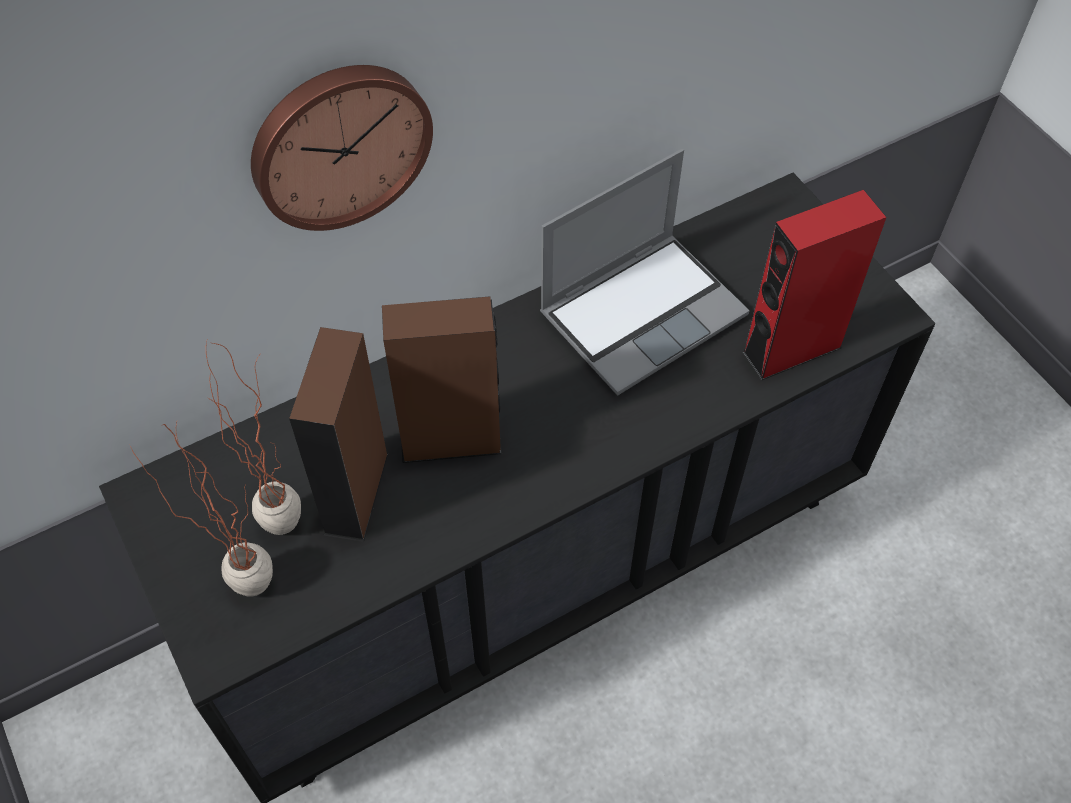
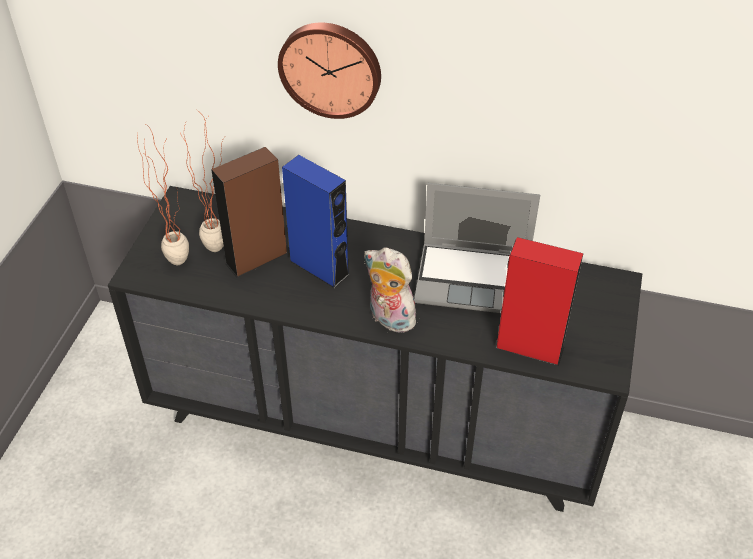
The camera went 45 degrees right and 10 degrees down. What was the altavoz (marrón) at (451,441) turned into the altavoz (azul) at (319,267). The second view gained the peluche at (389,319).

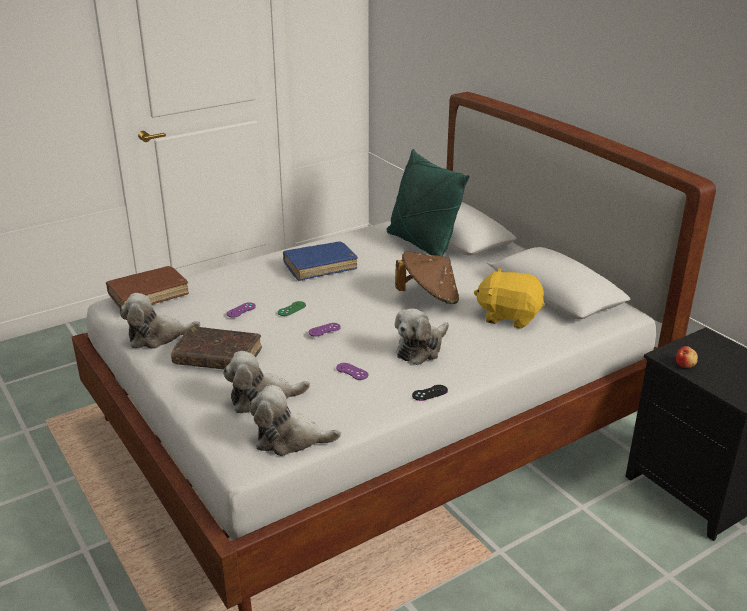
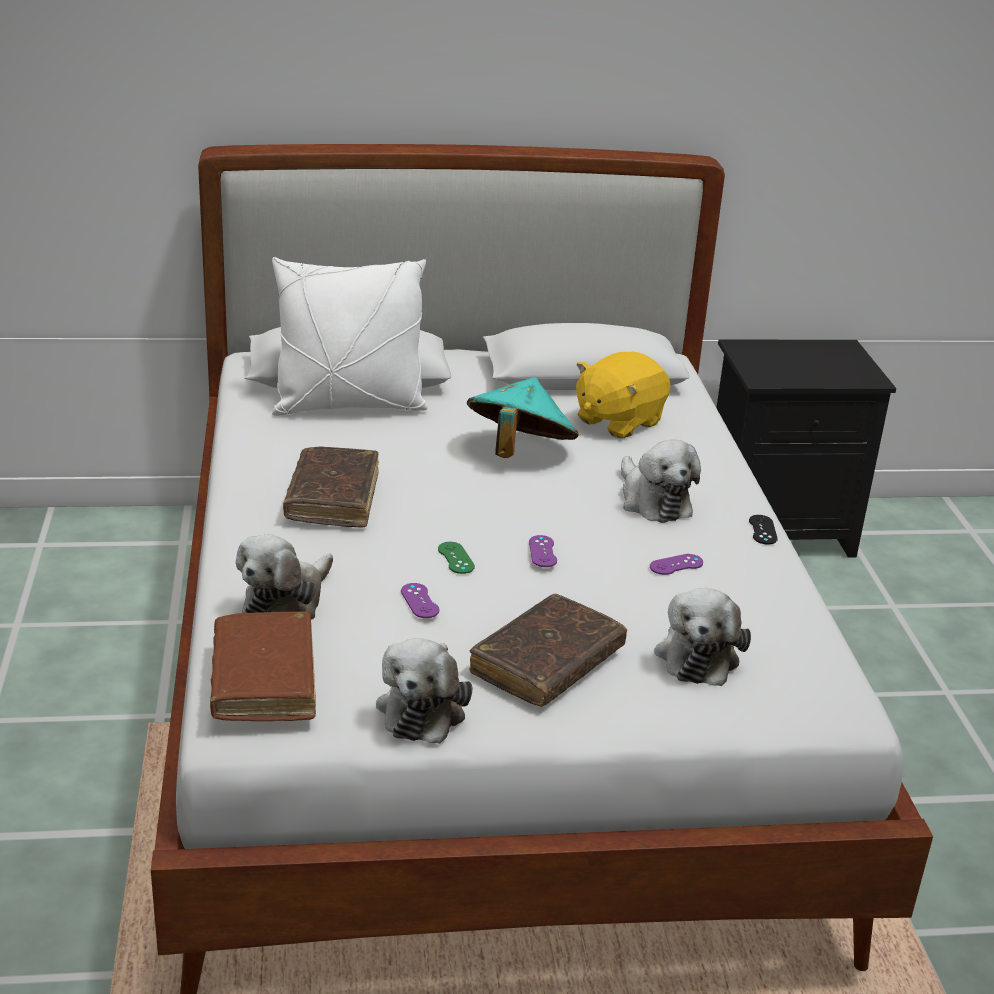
The camera went 65 degrees left and 0 degrees up. The peluche ended up elsewhere, having gone from (290,439) to (285,603). What was the libro (azul) at (320,267) turned into the libro (marrón) at (333,498). What was the cojín (verde) at (422,245) turned into the cojín (blanco) at (349,405). What was the sombrero (marrón) at (429,298) turned into the sombrero (turquesa) at (518,452). The second view lost the manzana at (685,365).

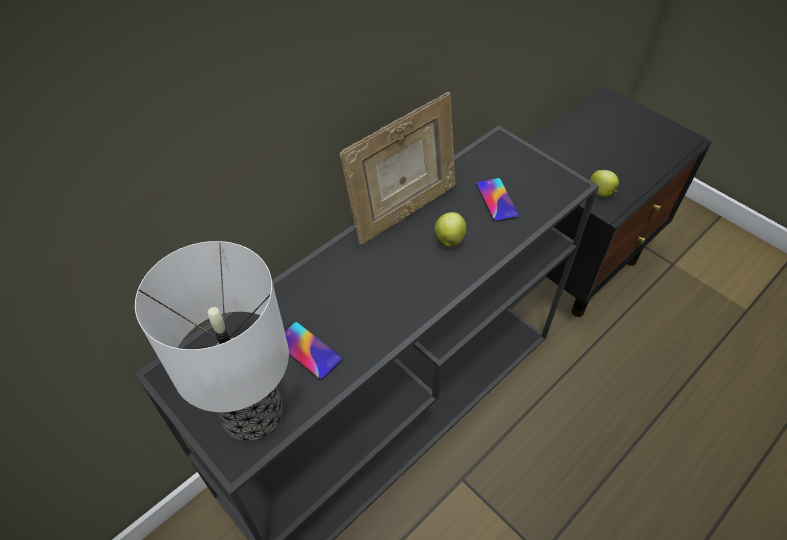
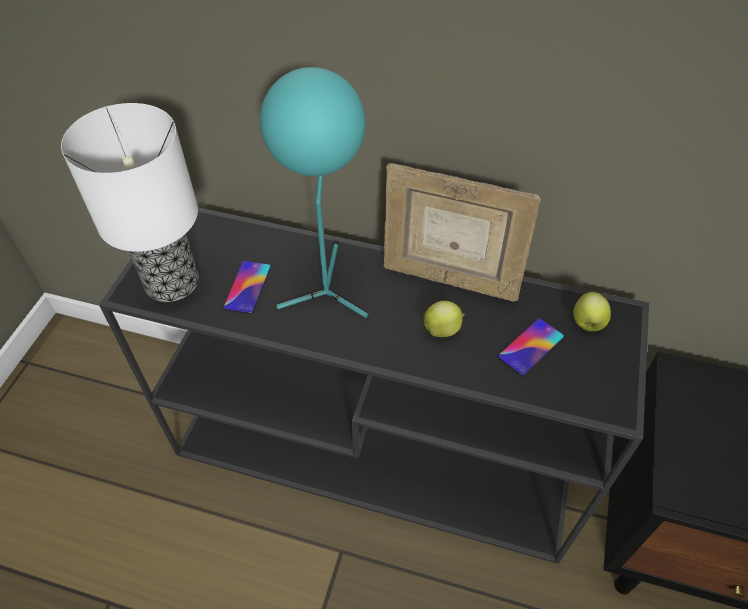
The camera went 60 degrees right and 0 degrees up. The manzana ended up elsewhere, having gone from (601,193) to (587,324). The second view gained the lámpara de mesa (turquesa) at (327,286).

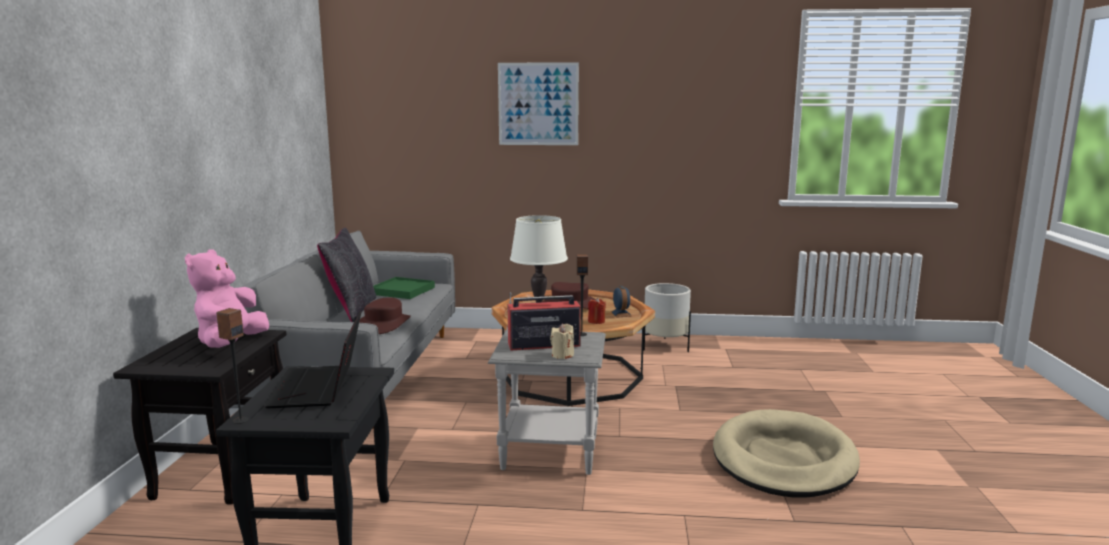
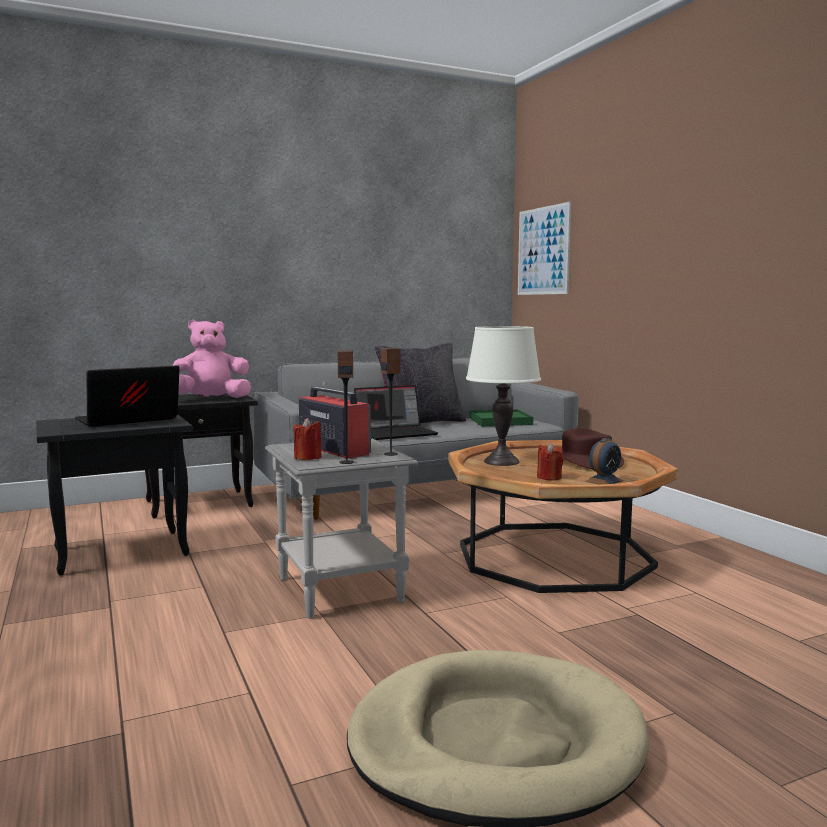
The camera went 60 degrees right and 5 degrees down. The altavoz ended up elsewhere, having gone from (240,420) to (346,462). Where the sombrero (marrón) stood at (384,324), the portátil came to stand at (396,433). The cuadro ended up elsewhere, having gone from (538,104) to (543,251). What was the vela (beis) at (562,355) turned into the vela (rojo) at (307,458). The second view lost the maceta (blanco) at (665,346).

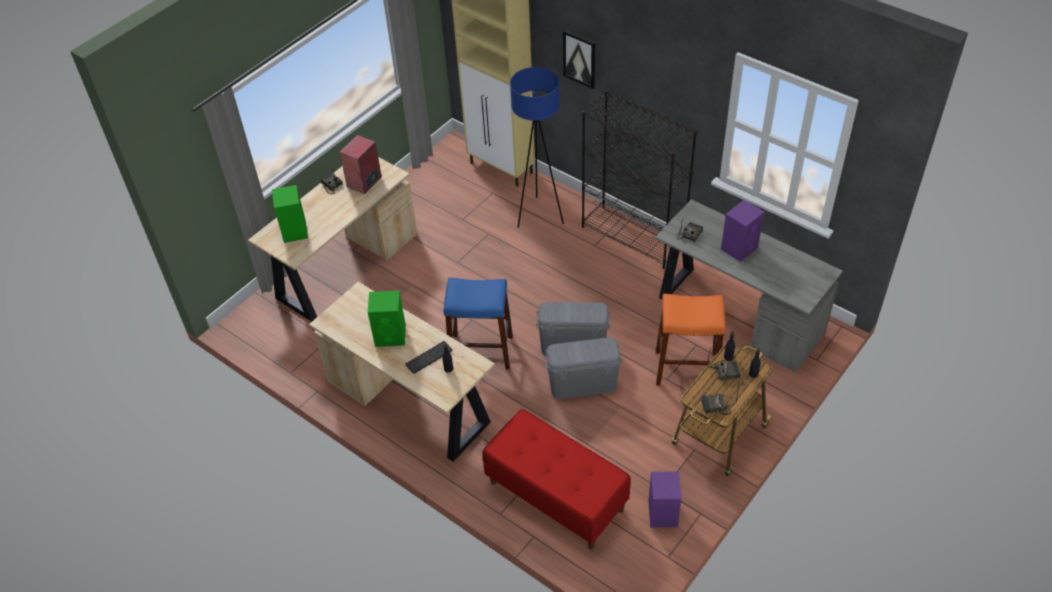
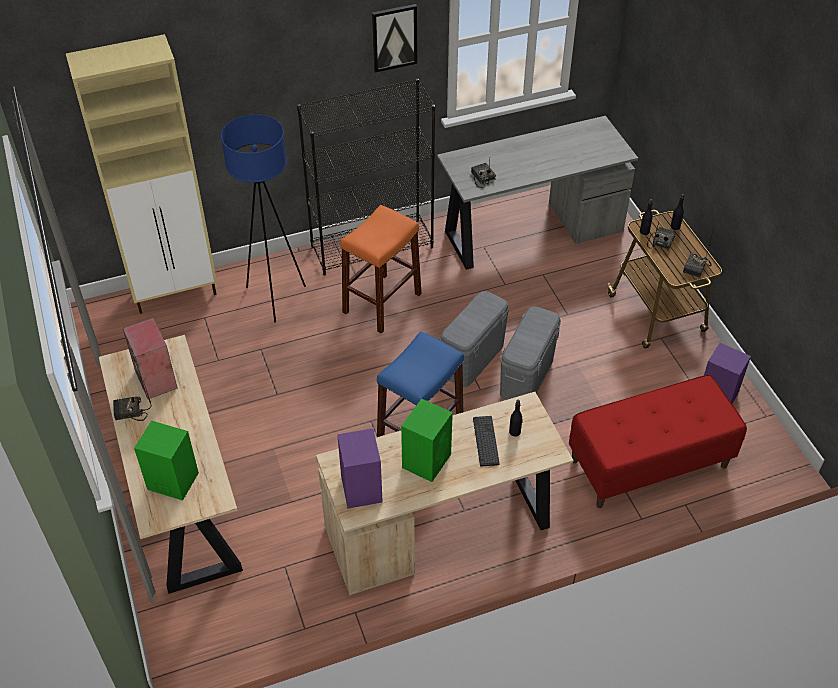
The camera went 60 degrees left and 0 degrees up. The cuadro ended up elsewhere, having gone from (580,58) to (394,37). The taburete (naranja) ended up elsewhere, having gone from (686,368) to (382,303). The altavoz (morado) ended up elsewhere, having gone from (740,247) to (361,488).

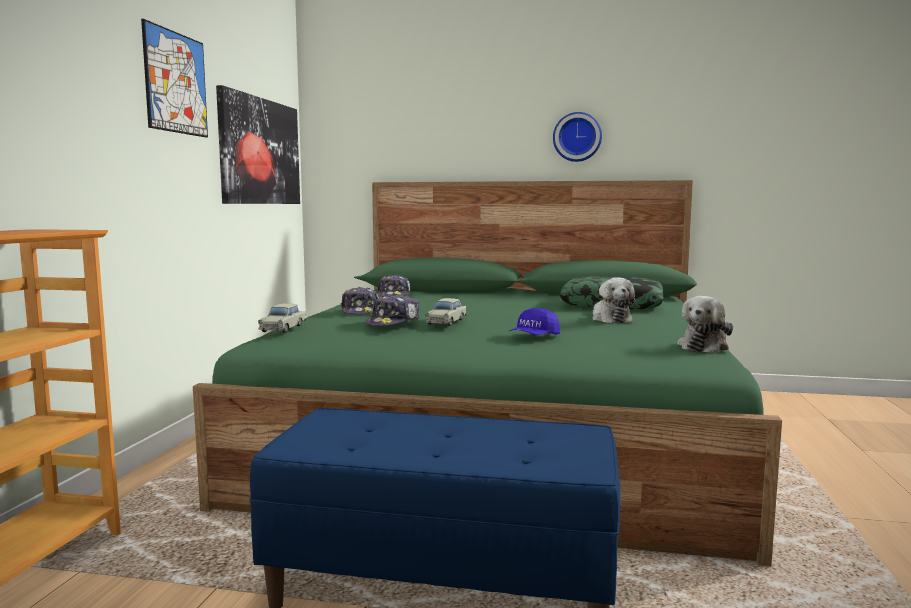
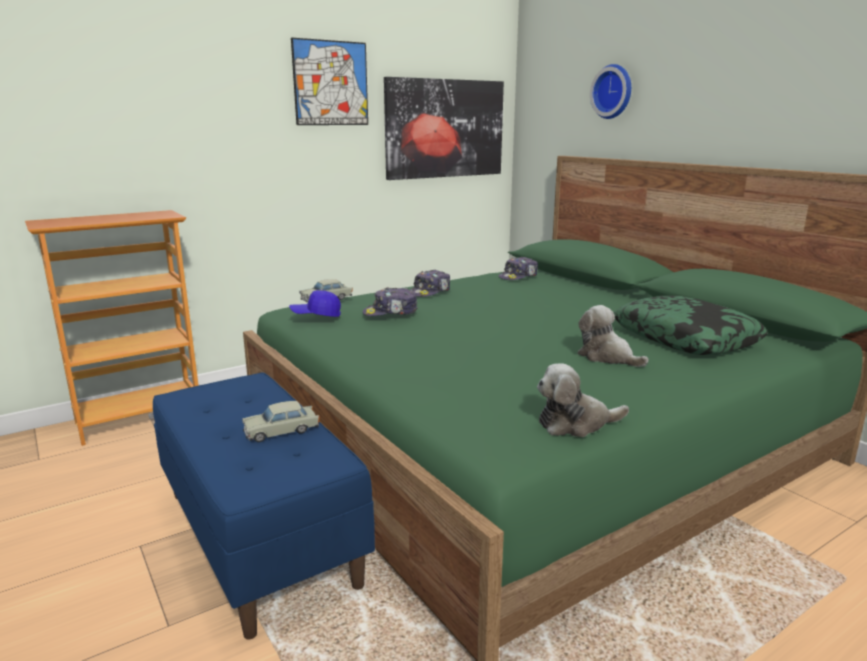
The camera went 45 degrees right and 10 degrees up. The coche de juguete (beis) ended up elsewhere, having gone from (447,321) to (281,431). The gorra (azul) ended up elsewhere, having gone from (534,337) to (316,315). The reloj de pared ended up elsewhere, having gone from (577,137) to (613,92). The peluche at (610,319) ended up facing another way, 105 degrees clockwise from before.

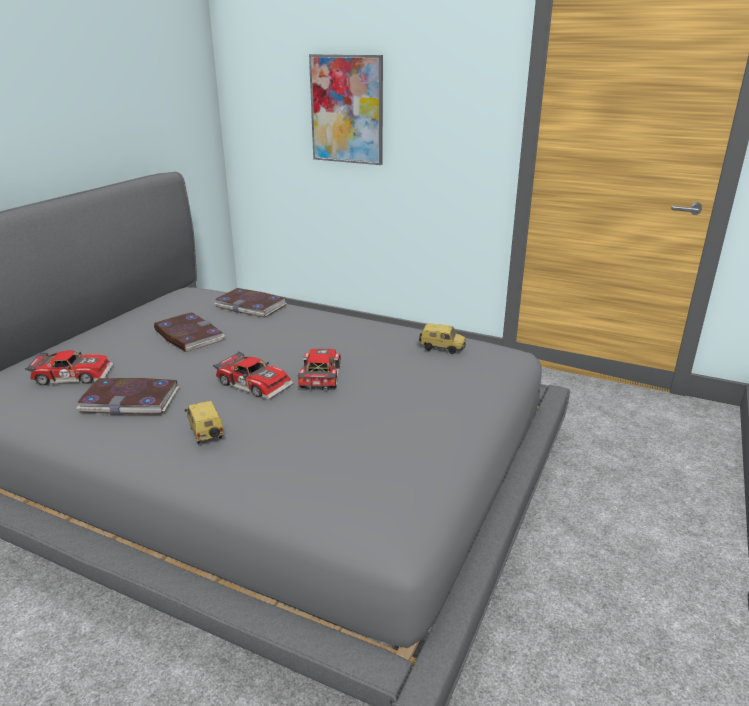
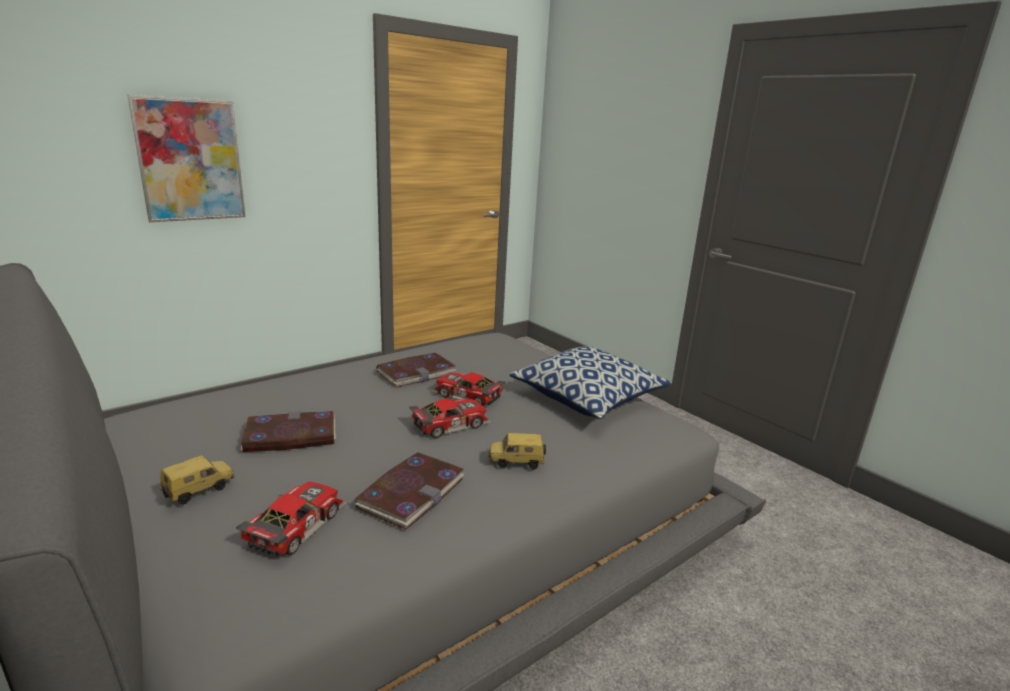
The camera went 65 degrees left and 5 degrees down. The libro ended up elsewhere, having gone from (251,306) to (416,373). The coche de juguete ended up elsewhere, having gone from (442,348) to (199,490). The second view gained the cojín at (587,398).

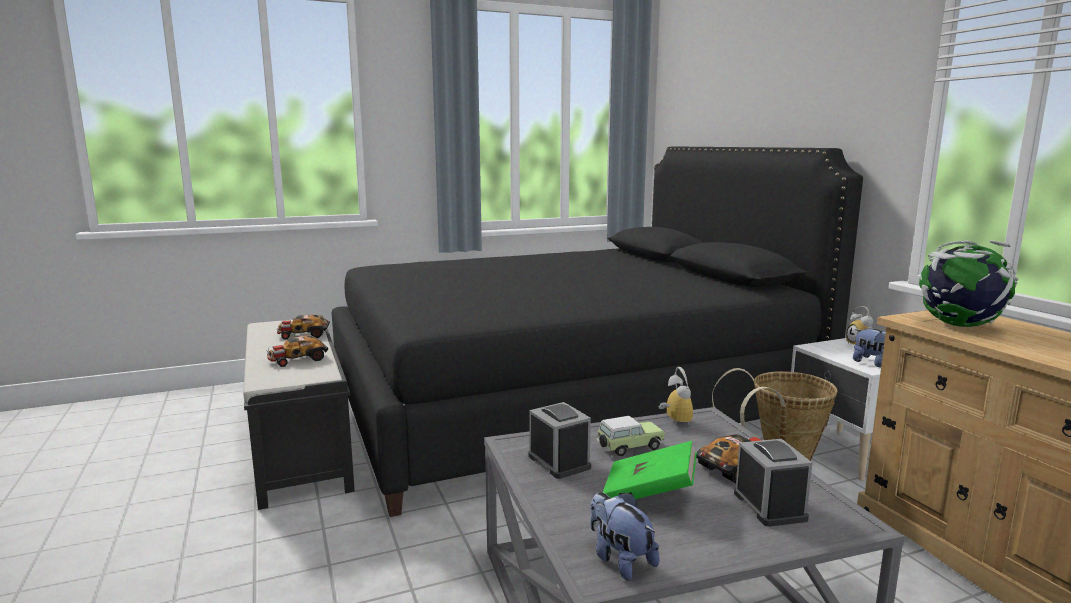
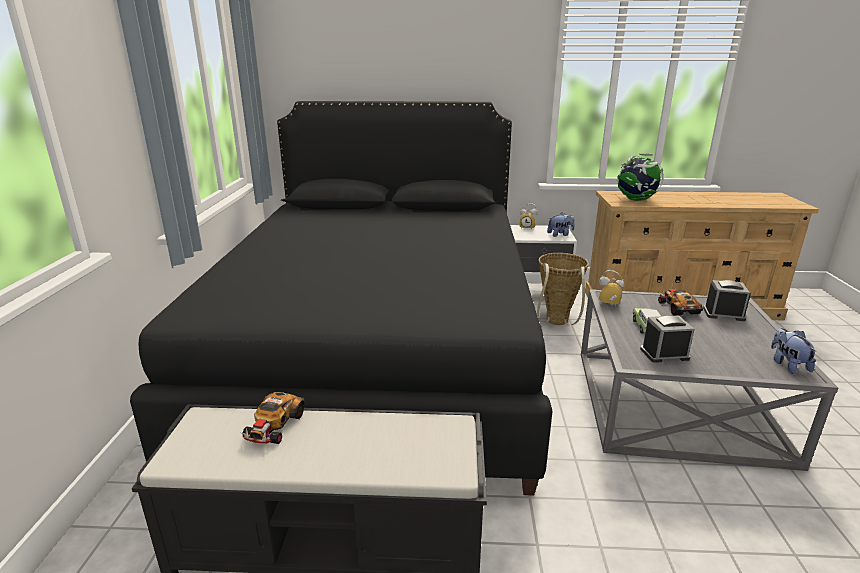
The camera went 65 degrees left and 10 degrees up. The second view lost the coche de juguete at (297,359). The peluche at (620,560) ended up facing another way, 90 degrees clockwise from before. The second view lost the libro (verde) at (649,495).

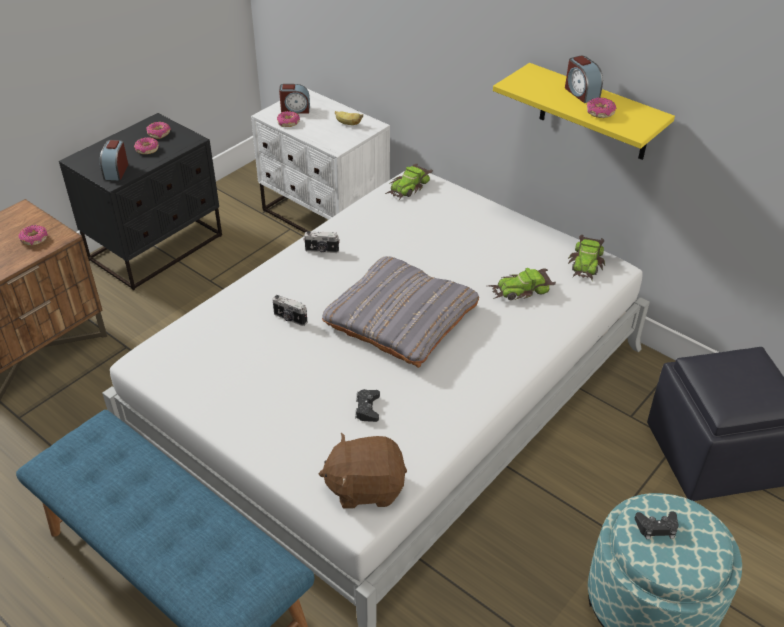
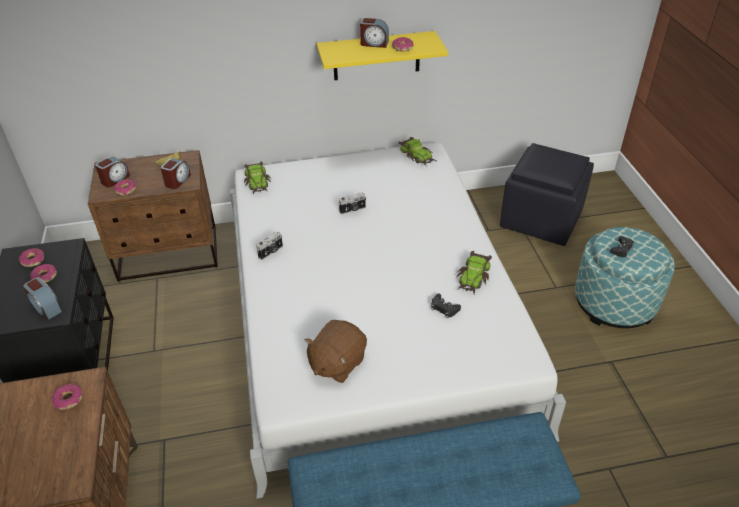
The camera went 50 degrees left and 0 degrees up. What was the mesita de noche (blanco) at (324,217) turned into the mesita de noche (marrón) at (169,254). The cámara ended up elsewhere, having gone from (289,319) to (353,210). The peluche (marrón) ended up elsewhere, having gone from (365,487) to (337,363). The second view lost the cojín (gris) at (401,317). The coche de juguete ended up elsewhere, having gone from (520,290) to (473,276). The second view gained the despertador at (177,181).

